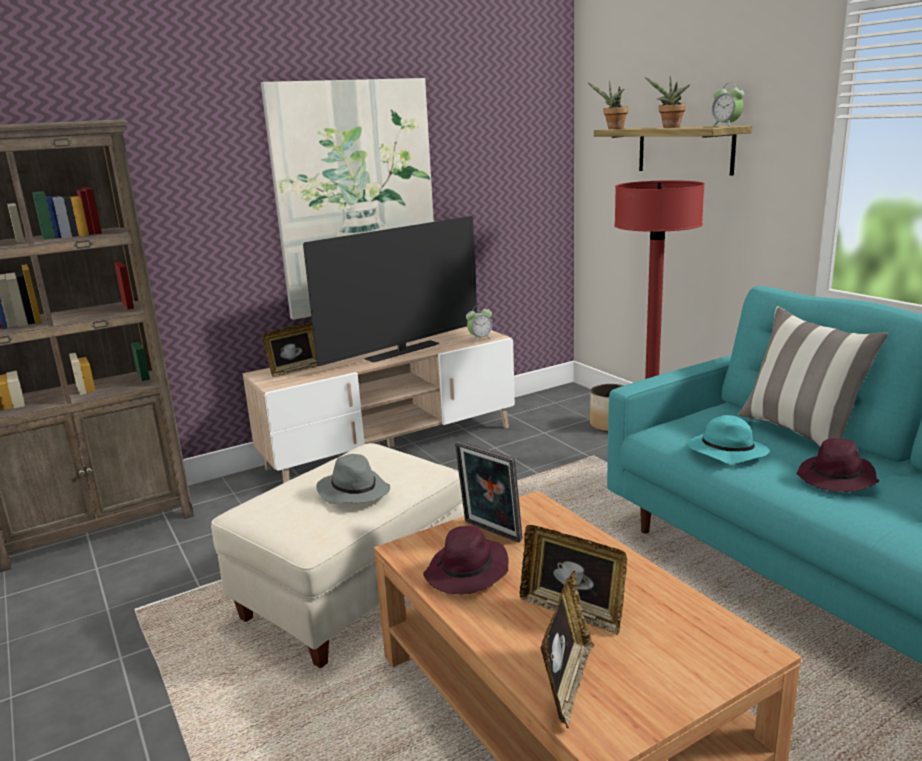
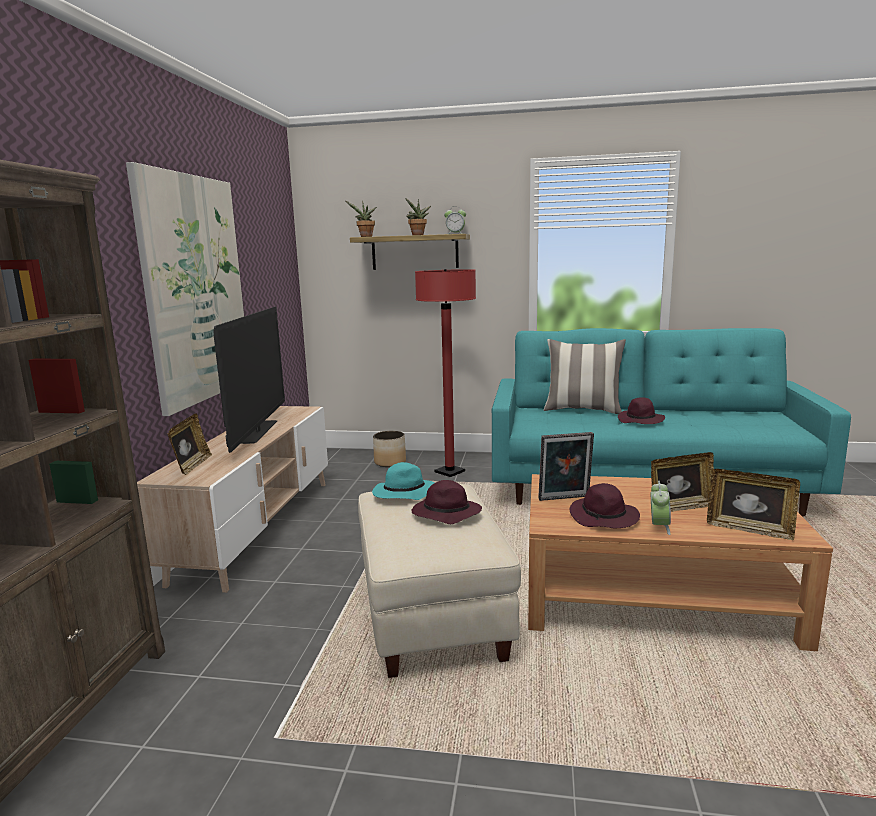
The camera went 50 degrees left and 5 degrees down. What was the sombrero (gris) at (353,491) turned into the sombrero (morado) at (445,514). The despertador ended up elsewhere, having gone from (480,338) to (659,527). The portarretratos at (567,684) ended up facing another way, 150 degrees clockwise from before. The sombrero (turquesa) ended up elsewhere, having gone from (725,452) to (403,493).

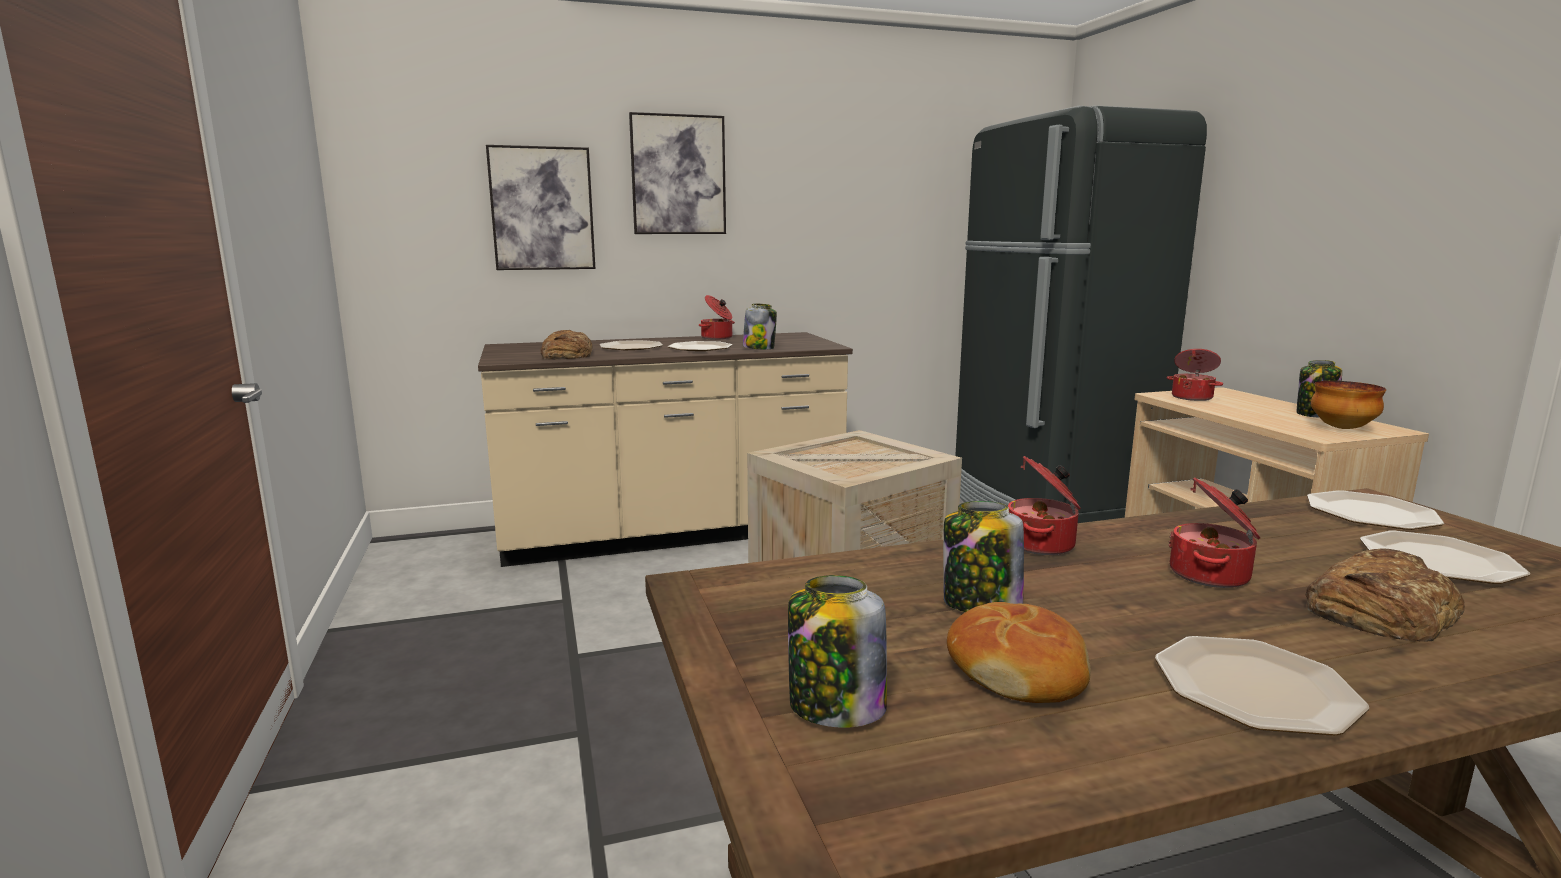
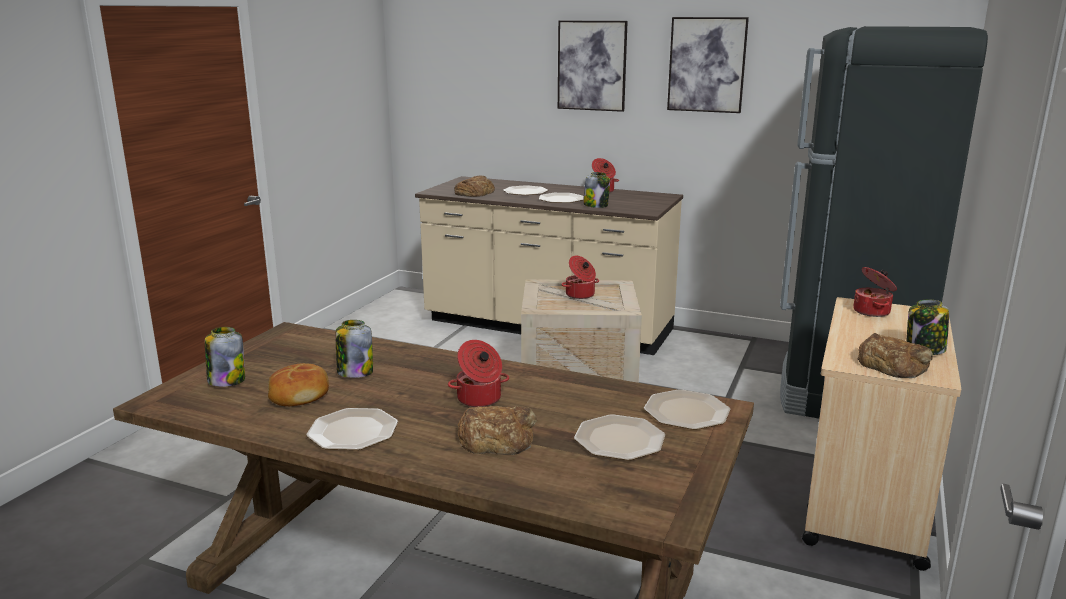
The camera went 40 degrees right and 5 degrees up. The cuadro ended up elsewhere, having gone from (542,209) to (707,65). The olla ended up elsewhere, having gone from (1042,544) to (580,295). Where the cuenco stood at (1342,428), the pan came to stand at (893,364).

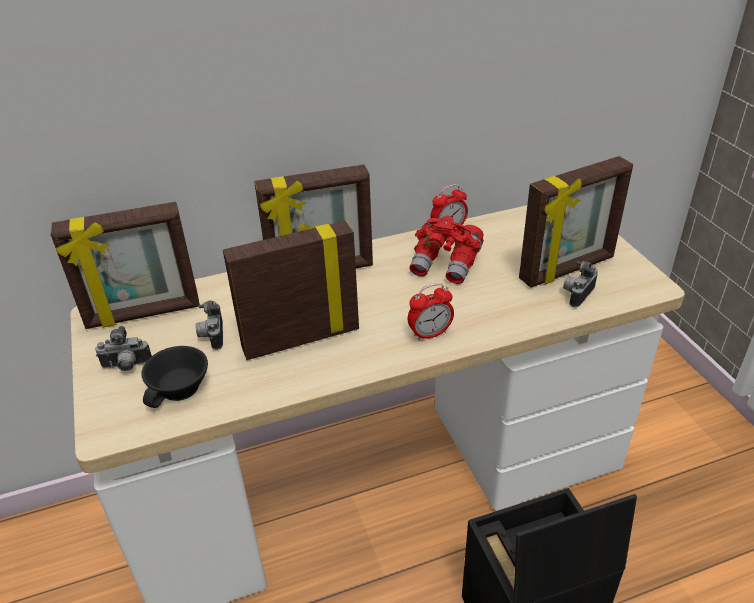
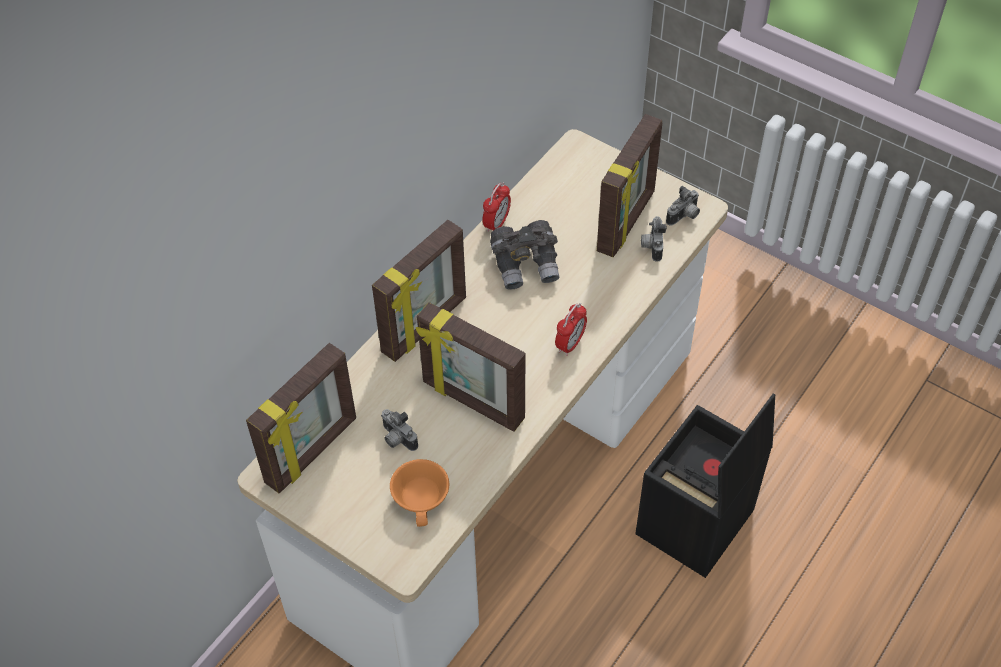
The camera went 35 degrees left and 15 degrees up. The cámara ended up elsewhere, having gone from (126,366) to (684,217). What was the taza (negro) at (180,389) turned into the taza (naranja) at (423,499). The portarretratos at (300,338) ended up facing another way, 90 degrees counterclockwise from before. What was the prismáticos (rojo) at (446,264) turned into the prismáticos (gris) at (526,265).

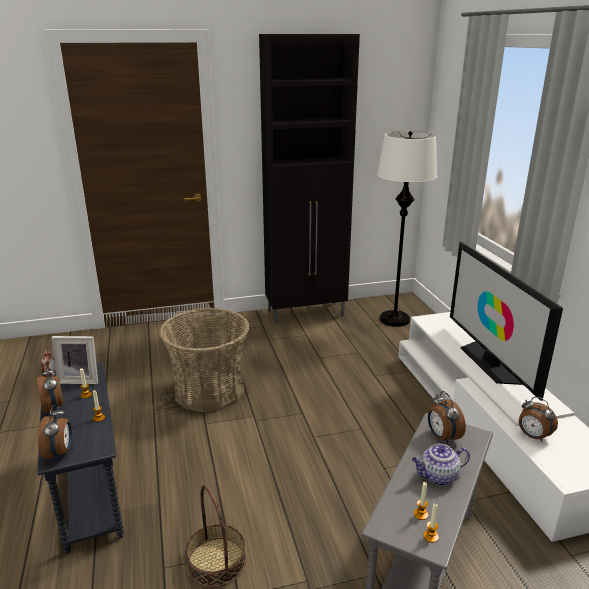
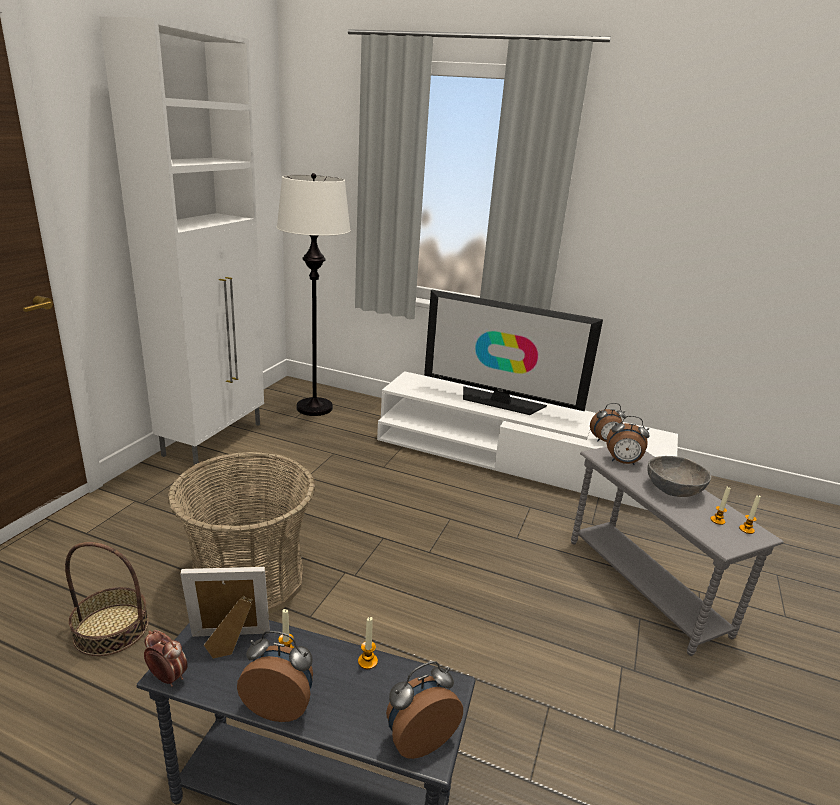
The camera went 55 degrees left and 0 degrees up. The despertador at (60,453) ended up facing another way, 60 degrees counterclockwise from before. The portarretratos at (80,379) ended up facing another way, 135 degrees counterclockwise from before. The cesta ended up elsewhere, having gone from (216,561) to (111,629). What was the armario (negro) at (307,313) turned into the armario (blanco) at (215,439). Where the tetera stood at (438,476), the cuenco (gris) came to stand at (674,490).

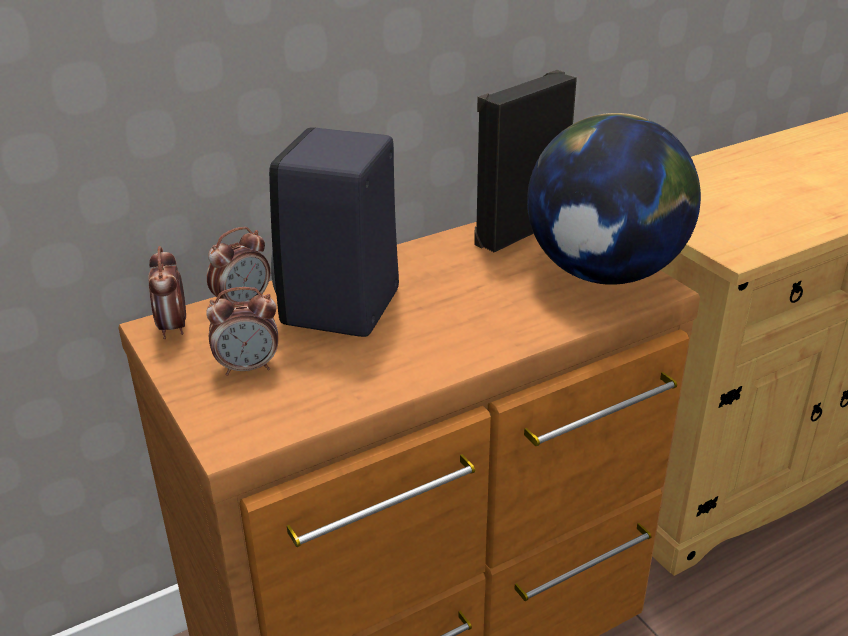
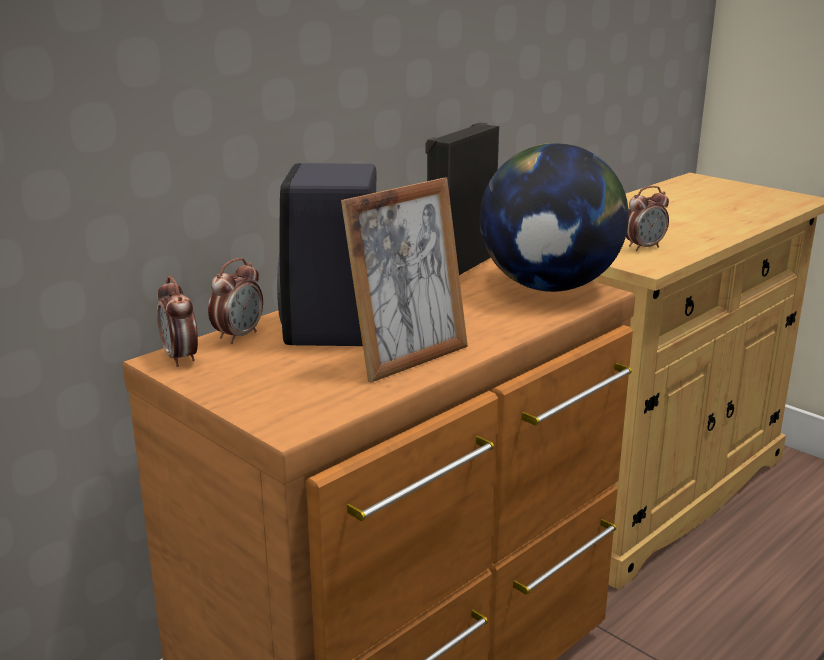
The camera went 15 degrees left and 10 degrees down. The despertador ended up elsewhere, having gone from (248,367) to (643,247). The second view gained the portarretratos at (408,358).

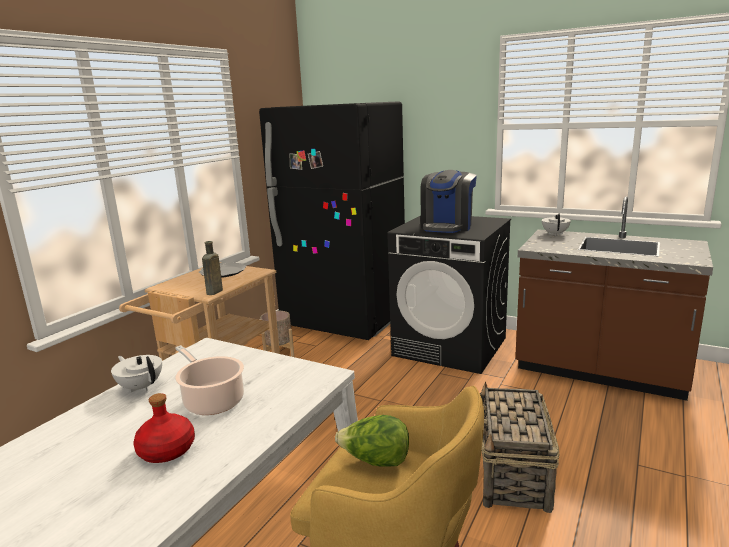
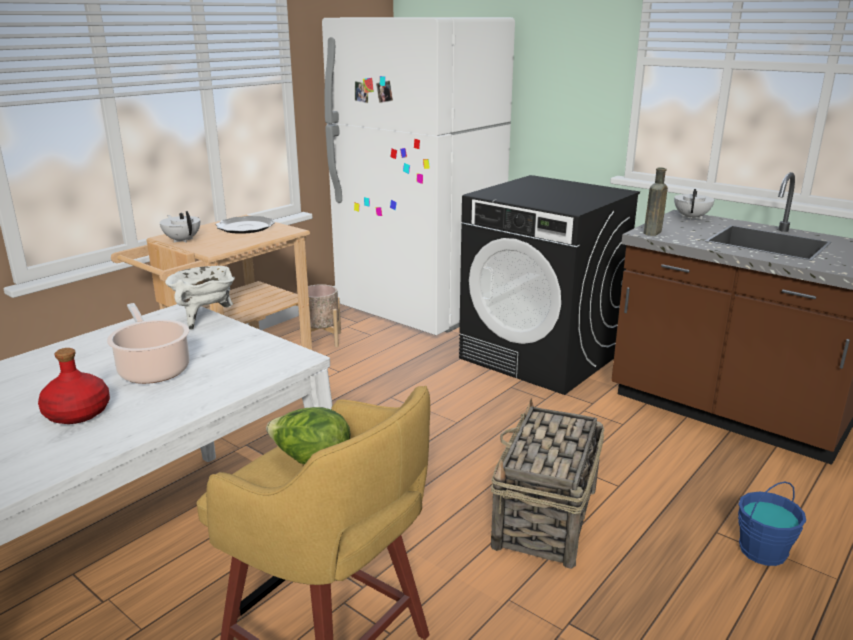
The camera went 10 degrees right and 5 degrees up. The tetera (blanco) ended up elsewhere, having gone from (141,387) to (182,240). The botella (marrón) ended up elsewhere, having gone from (214,292) to (652,233). What was the nevera (negro) at (344,321) turned into the nevera (blanco) at (419,309). The second view lost the cafetera at (447,226). The second view gained the olla (blanco) at (205,318). The second view gained the cubo (azul) at (763,551).

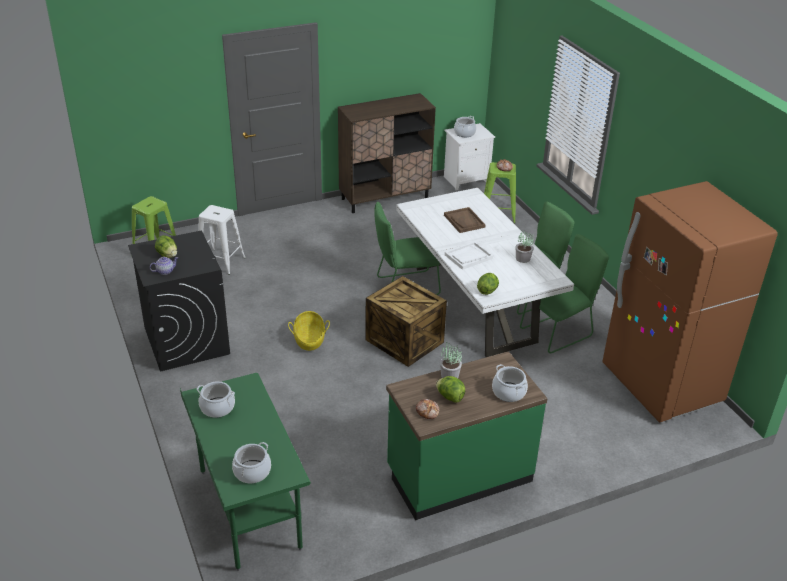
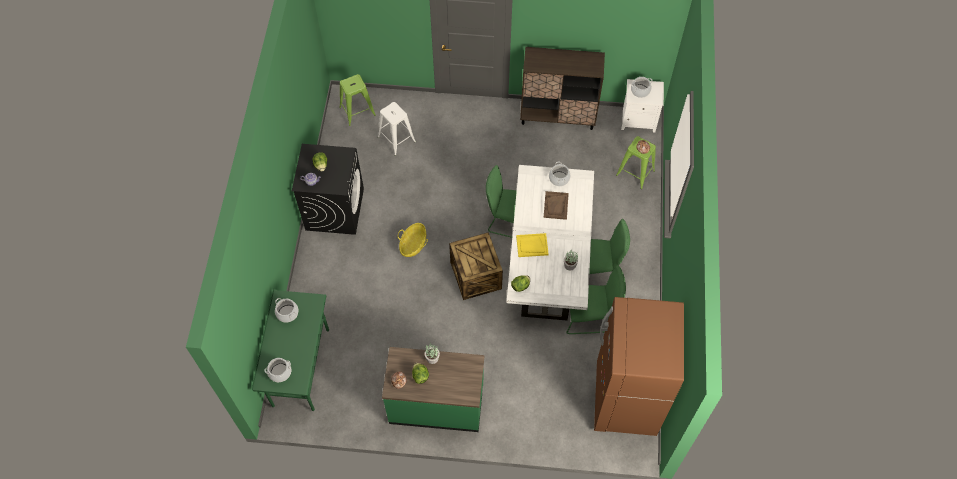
The camera went 30 degrees right and 25 degrees up. What was the bandeja (blanco) at (468,257) turned into the bandeja (amarillo) at (532,246). The olla ended up elsewhere, having gone from (508,392) to (559,178).

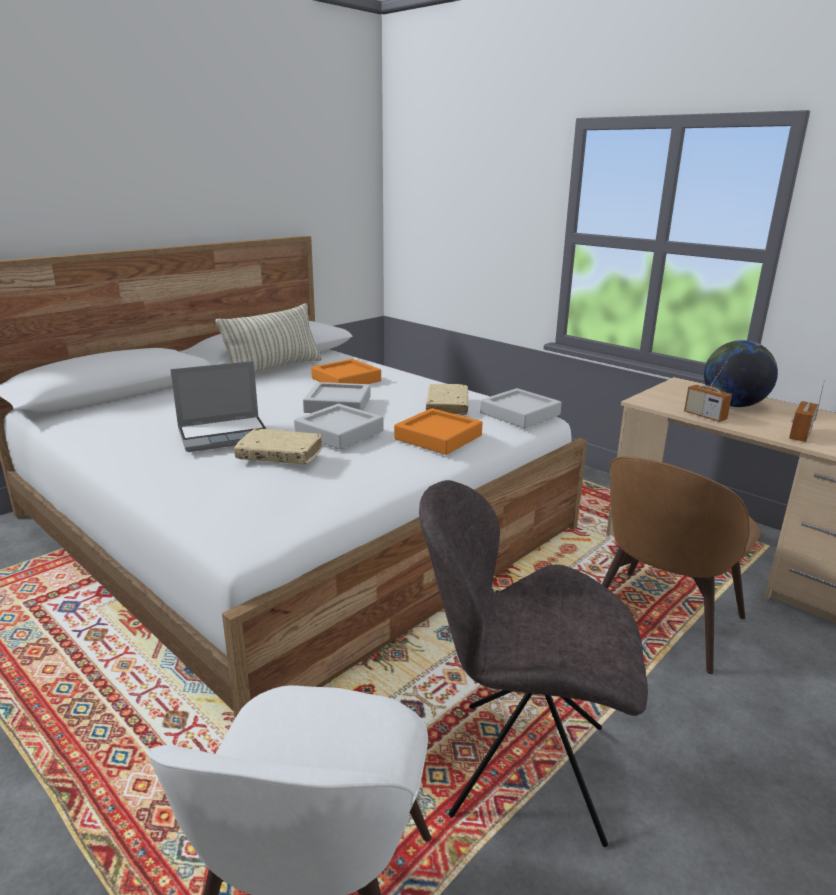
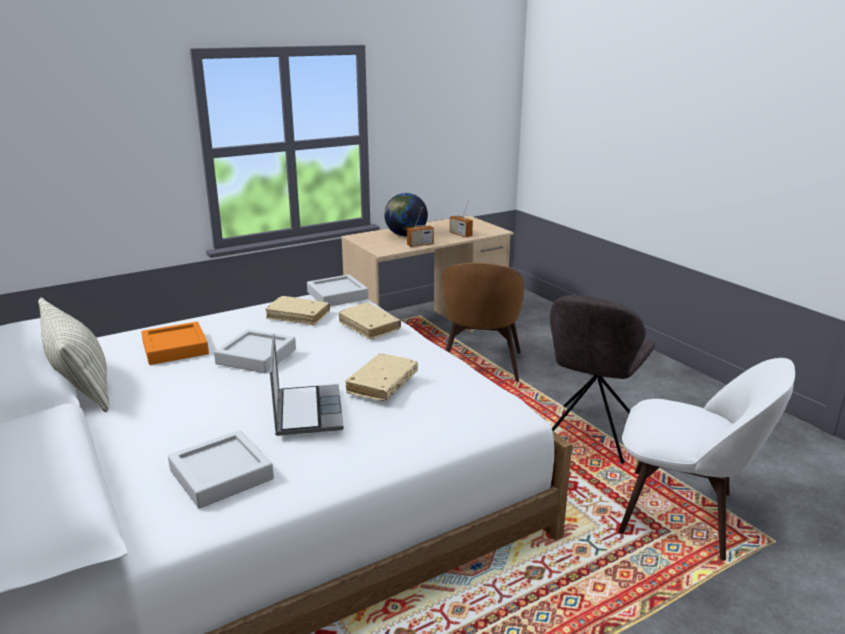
The camera went 75 degrees left and 0 degrees up. The bandeja (gris) ended up elsewhere, having gone from (339,432) to (221,475). Where the bandeja (naranja) stood at (438,437), the libro (beis) came to stand at (369,327). The silla (marrón) at (662,622) ended up facing another way, 45 degrees clockwise from before.

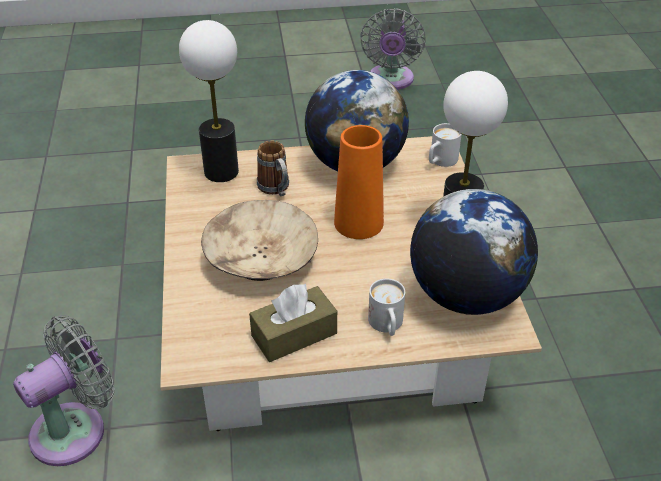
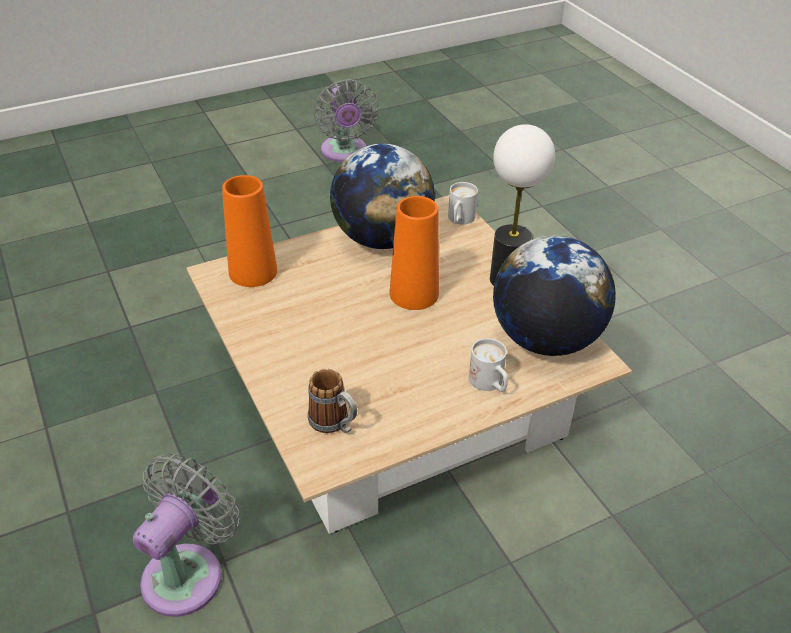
The camera went 20 degrees left and 0 degrees up. Where the lámpara de mesa stood at (222,171), the florero (naranja) came to stand at (253,271). The second view lost the cuenco (beis) at (261,260). The second view lost the caja de pañuelos (marrón) at (294,334). The taza grande ended up elsewhere, having gone from (276,189) to (334,424).

